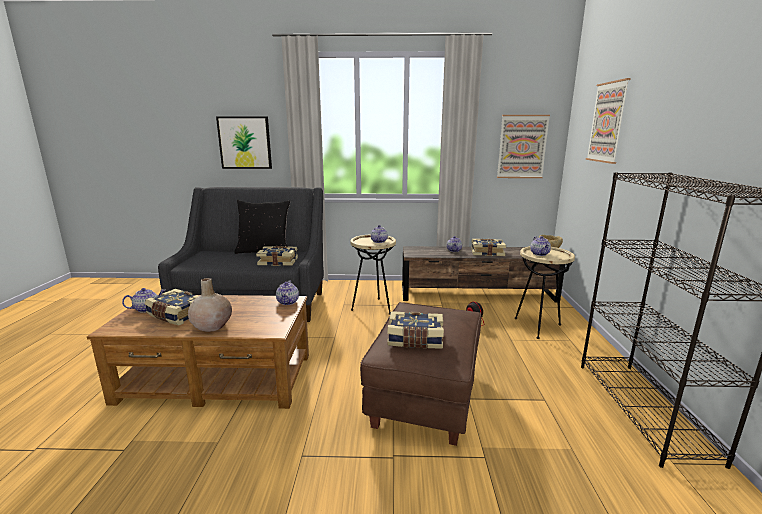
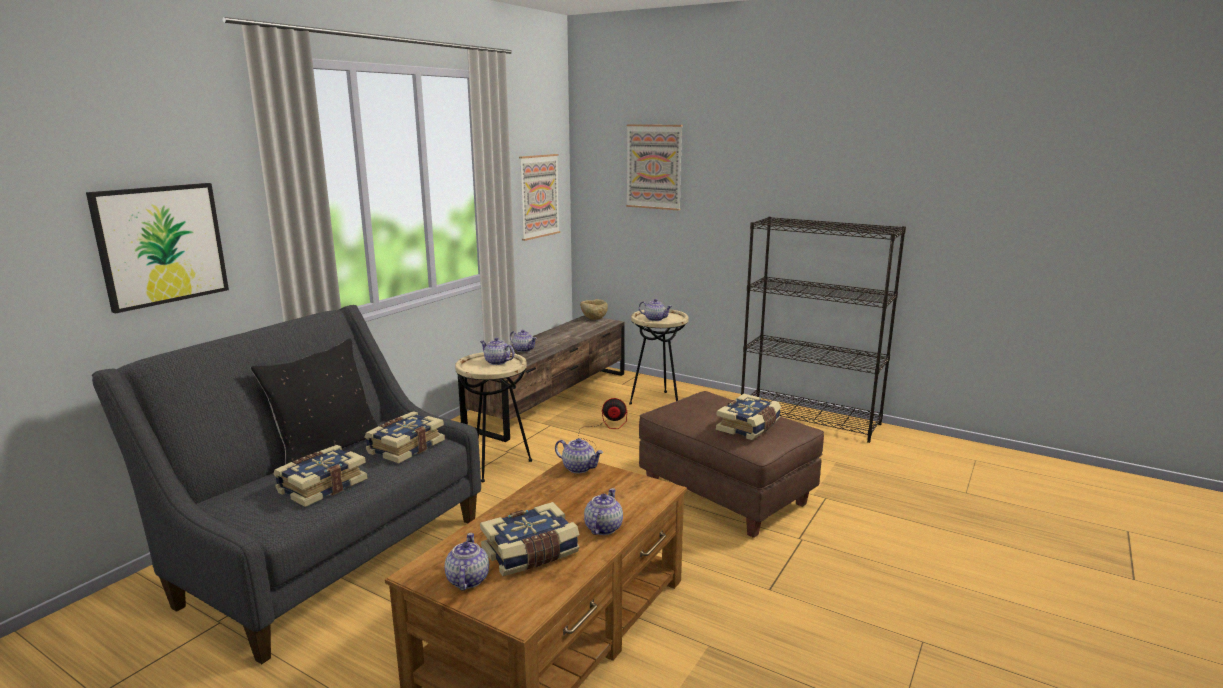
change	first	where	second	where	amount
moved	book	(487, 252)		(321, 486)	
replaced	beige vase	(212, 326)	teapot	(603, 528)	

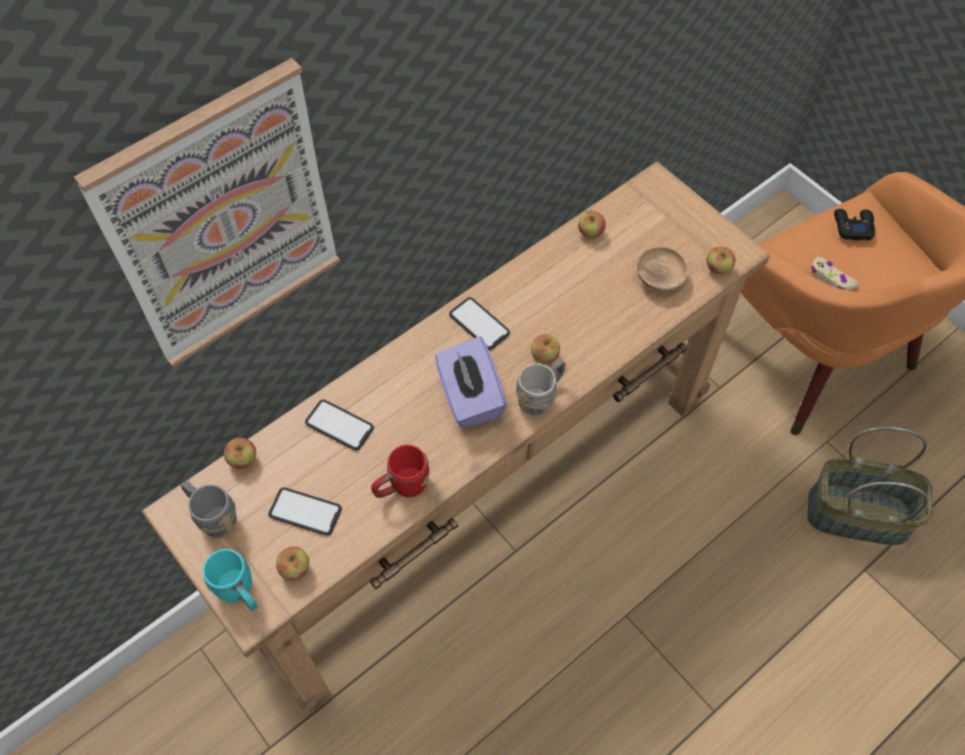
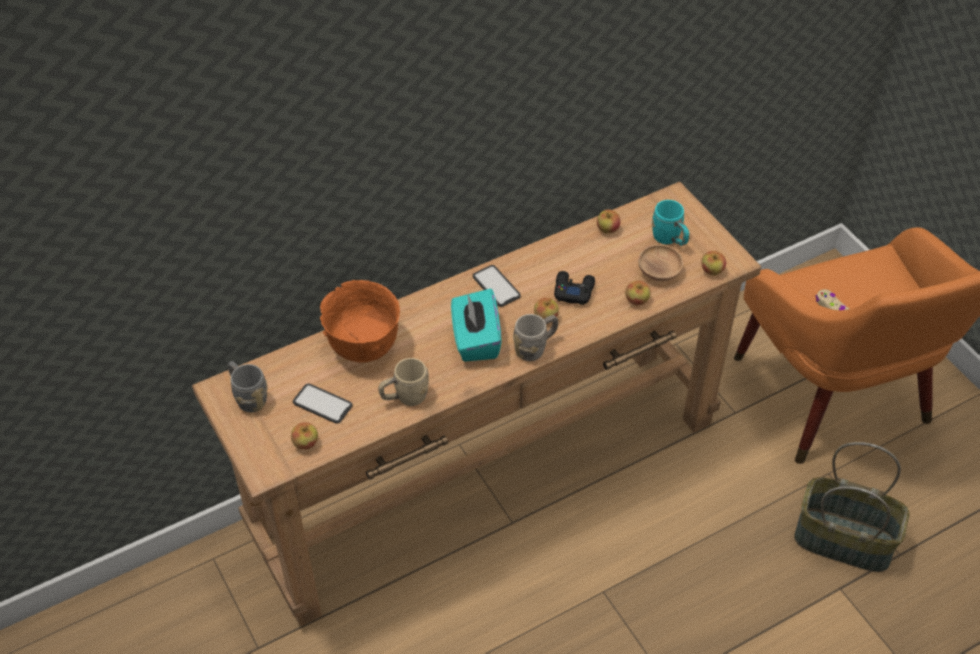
change	first	where	second	where	amount
removed	picture	(223, 221)			
moved	black game controller	(852, 226)		(573, 290)	
recoloured	purple tissue box	(469, 397)	turquoise tissue box	(475, 340)	
replaced	phone	(339, 425)	orange bowl	(363, 345)	
moved	apple	(243, 460)		(637, 300)	
recoloured	red mug	(402, 487)	beige mug	(405, 397)	
moved	turquoise mug	(240, 592)		(670, 239)	

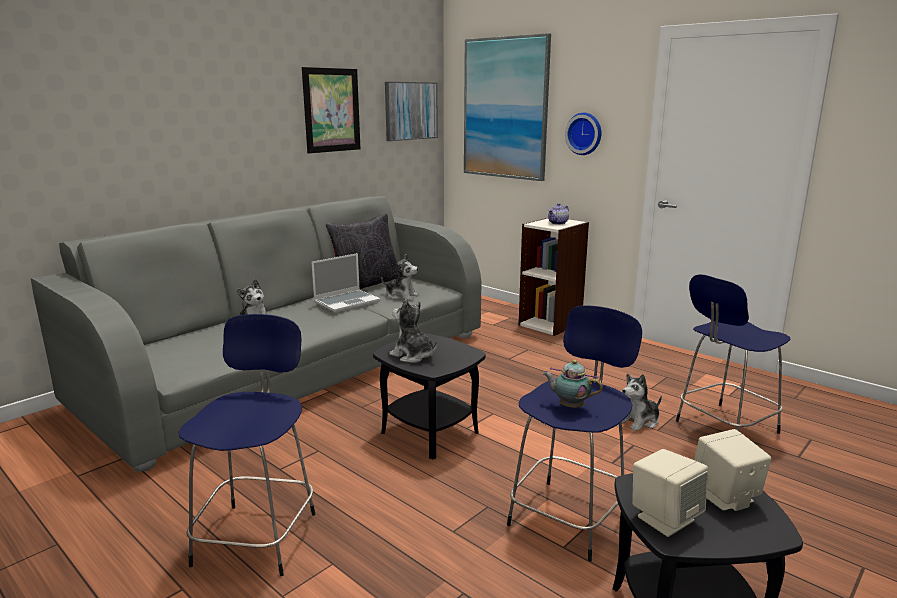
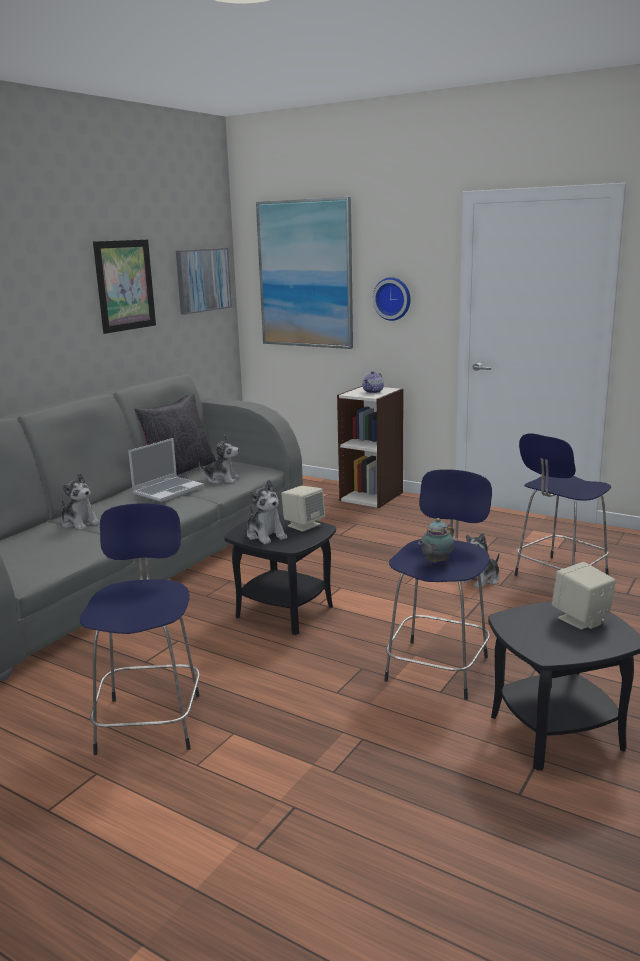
change	first	where	second	where	amount
turned	plush toy	(413, 356)		(266, 535)	150 degrees counterclockwise
turned	teapot	(569, 406)		(435, 562)	60 degrees counterclockwise
moved	beige speaker	(665, 518)		(303, 525)	

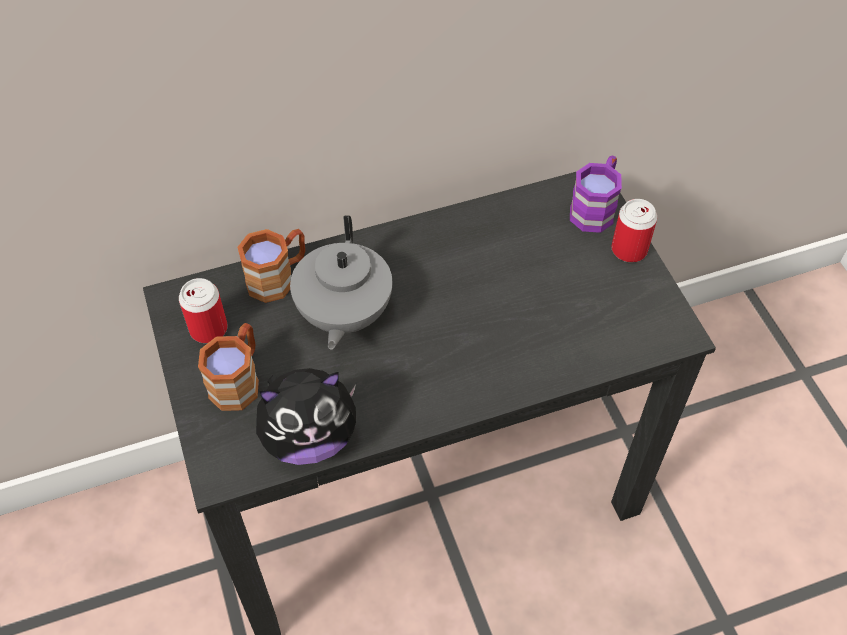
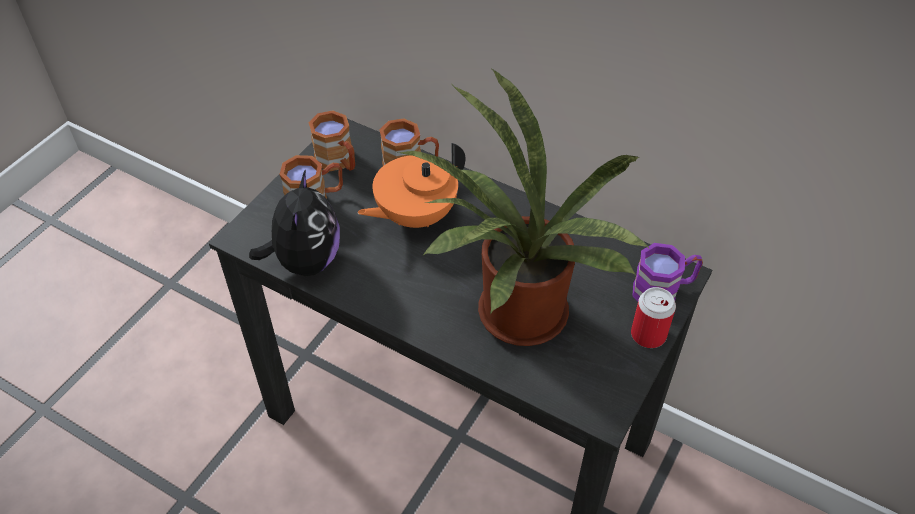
change	first	where	second	where	amount
recoloured	grey teapot	(343, 314)	orange teapot	(415, 215)	
replaced	can	(208, 329)	brown mug	(338, 162)	
turned	plush toy	(309, 438)		(305, 261)	120 degrees counterclockwise
added			potted plant	(514, 319)	

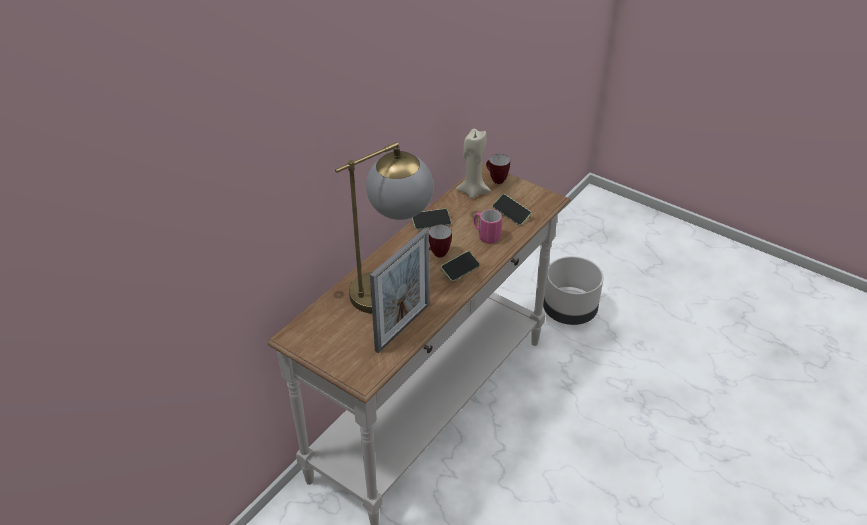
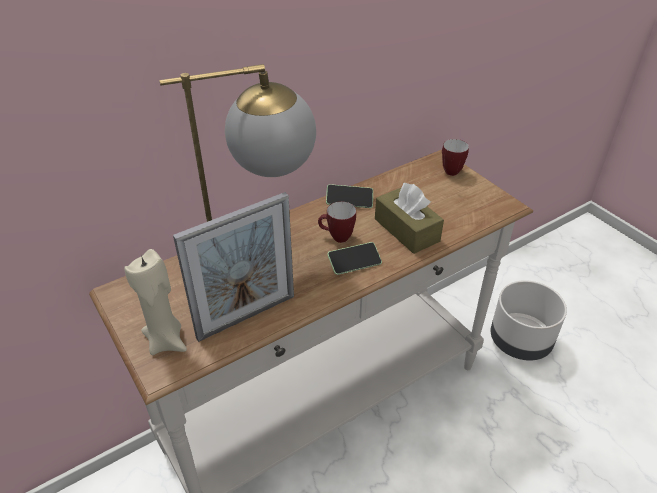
change	first	where	second	where	amount
moved	beige candle	(473, 191)		(166, 341)	
removed	phone	(511, 214)			
replaced	pink mug	(486, 236)	brown tissue box	(406, 230)	

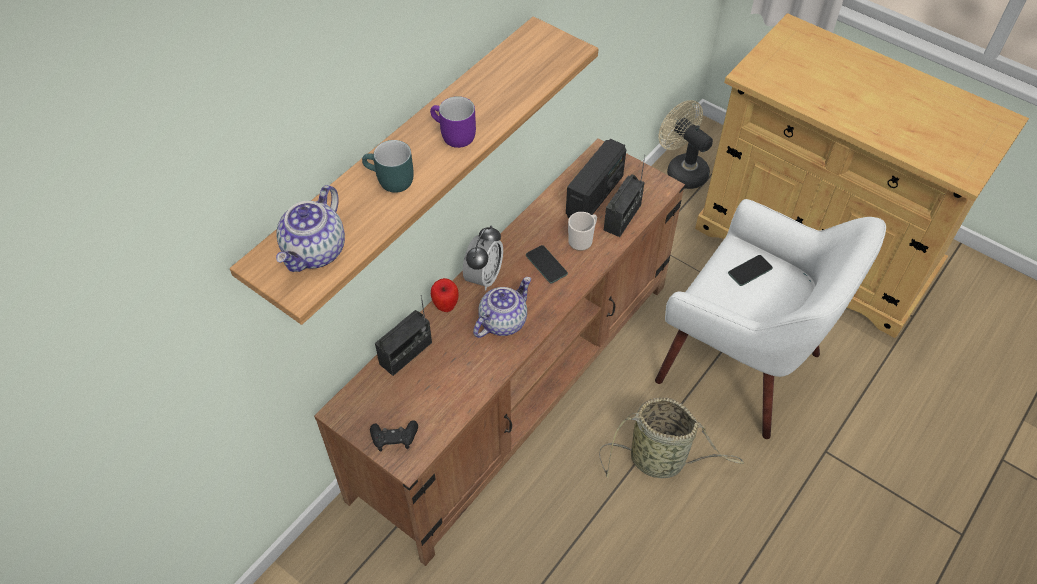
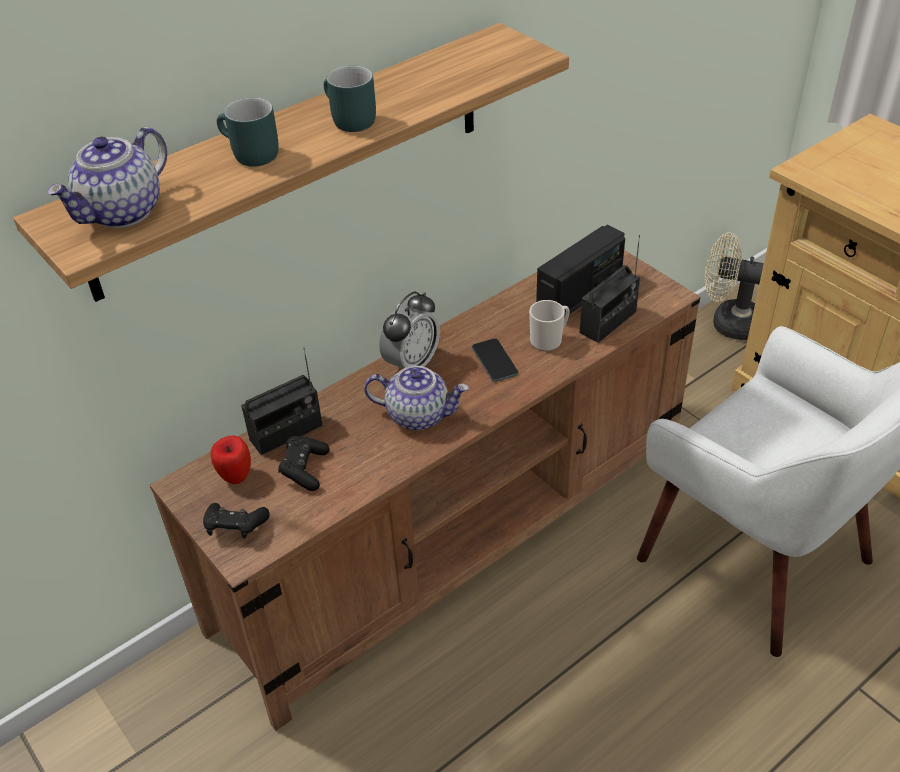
change	first	where	second	where	amount
recoloured	purple mug	(452, 136)	turquoise mug	(347, 121)	
turned	beige fan	(682, 170)		(729, 323)	45 degrees counterclockwise
removed	phone	(750, 271)			
turned	teapot	(502, 321)		(419, 415)	45 degrees clockwise
moved	apple	(445, 306)		(236, 477)	
removed	basket	(661, 460)			
added			black game controller	(304, 469)	

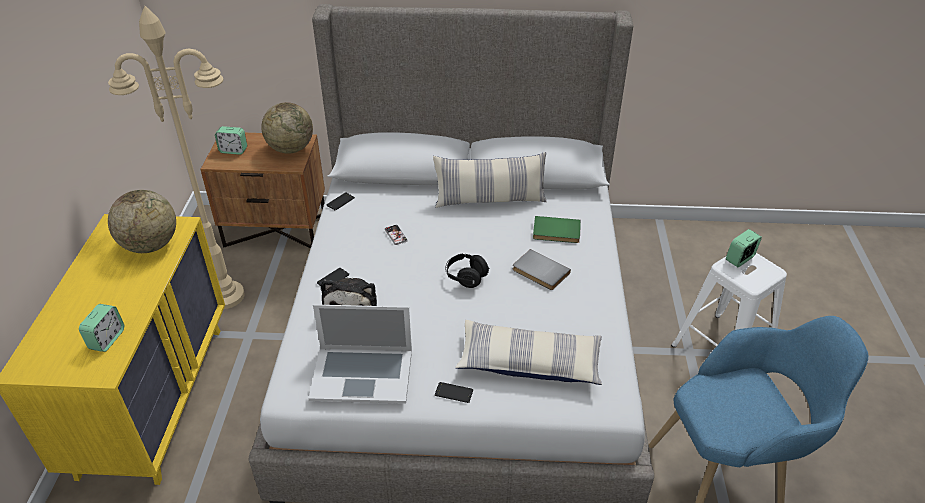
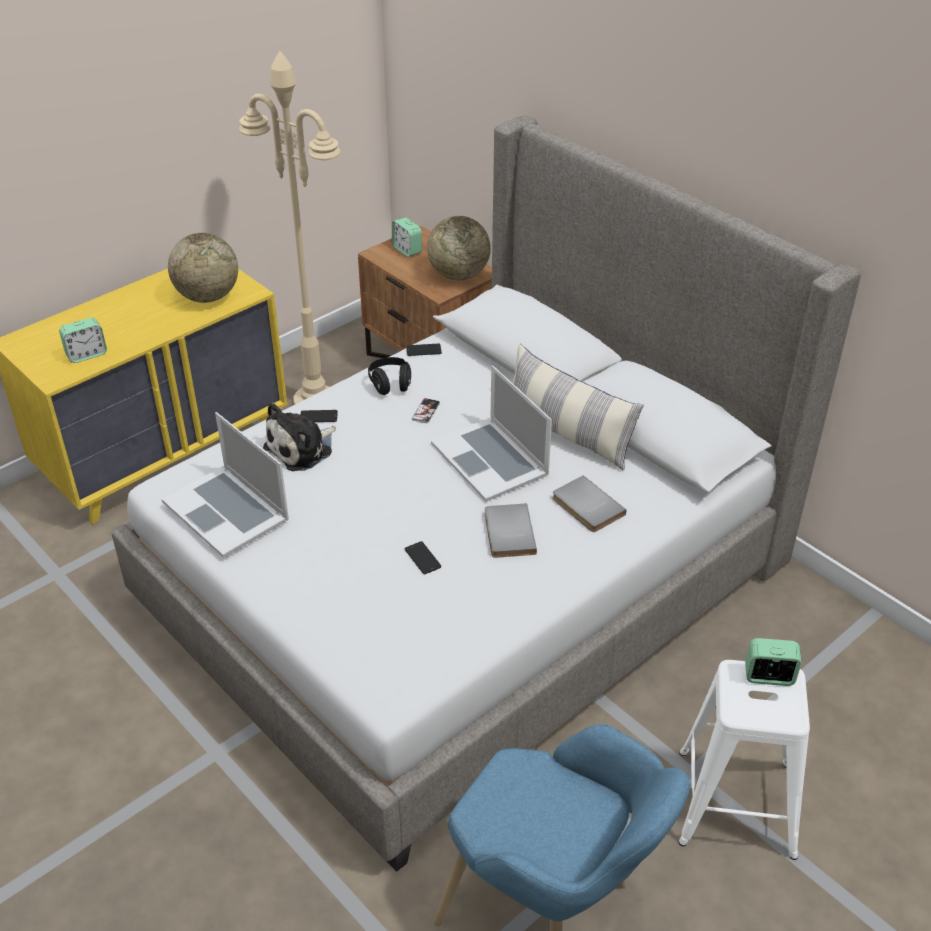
change	first	where	second	where	amount
recoloured	green book	(556, 232)	grey book	(586, 507)	
moved	black headphones	(466, 277)		(390, 384)	
removed	pillow	(529, 362)			
moved	phone	(454, 393)		(422, 558)	
added			laptop	(490, 458)	

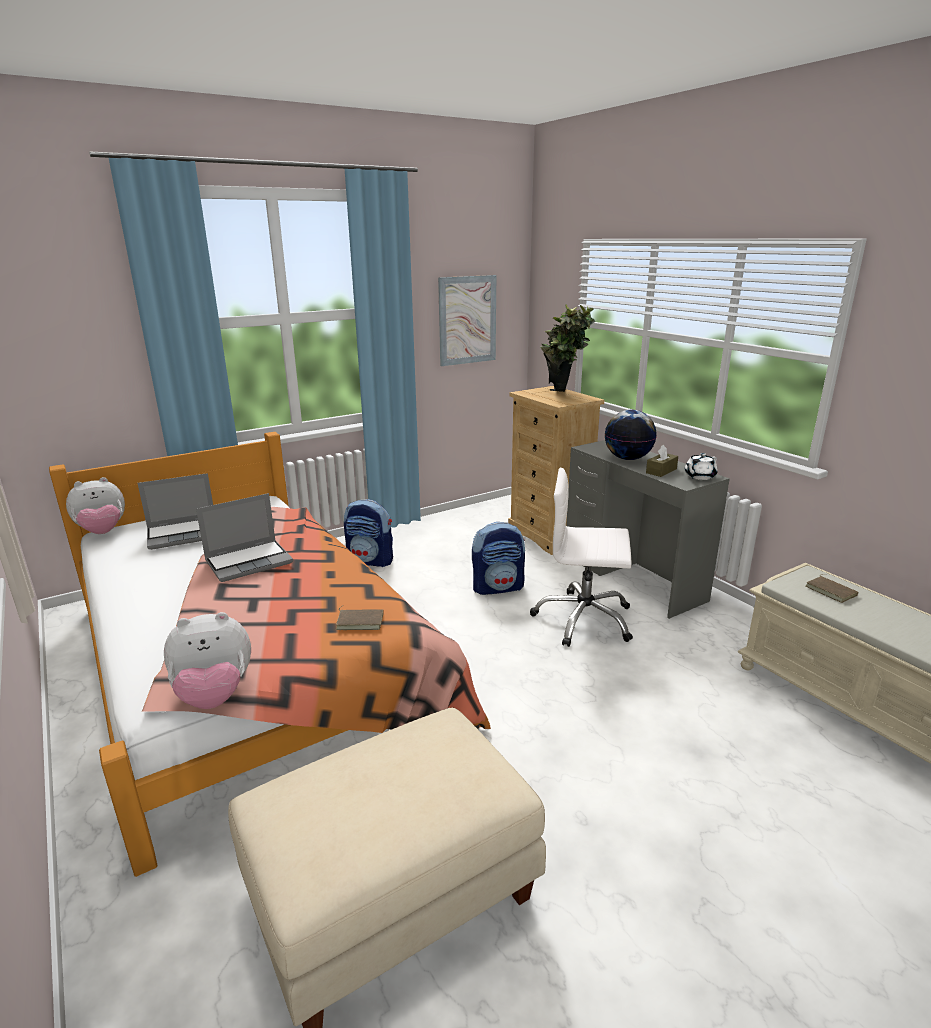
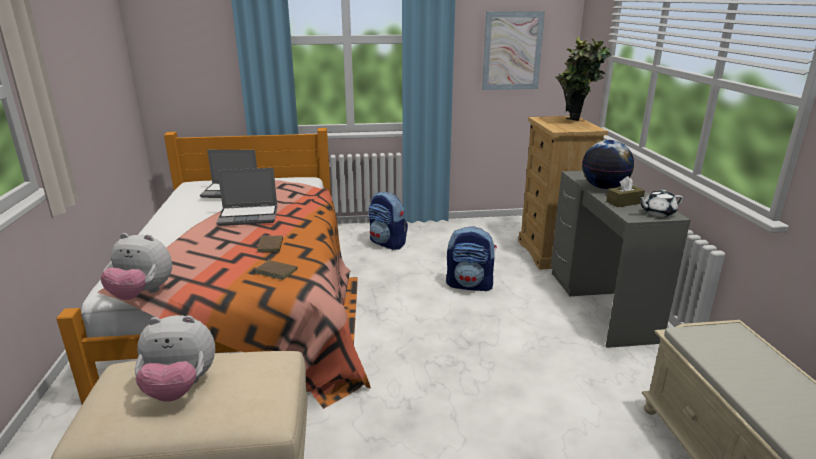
change	first	where	second	where	amount
removed	white office chair	(583, 619)			
moved	plush toy	(103, 532)		(180, 388)	
moved	brown book	(832, 591)		(272, 246)	

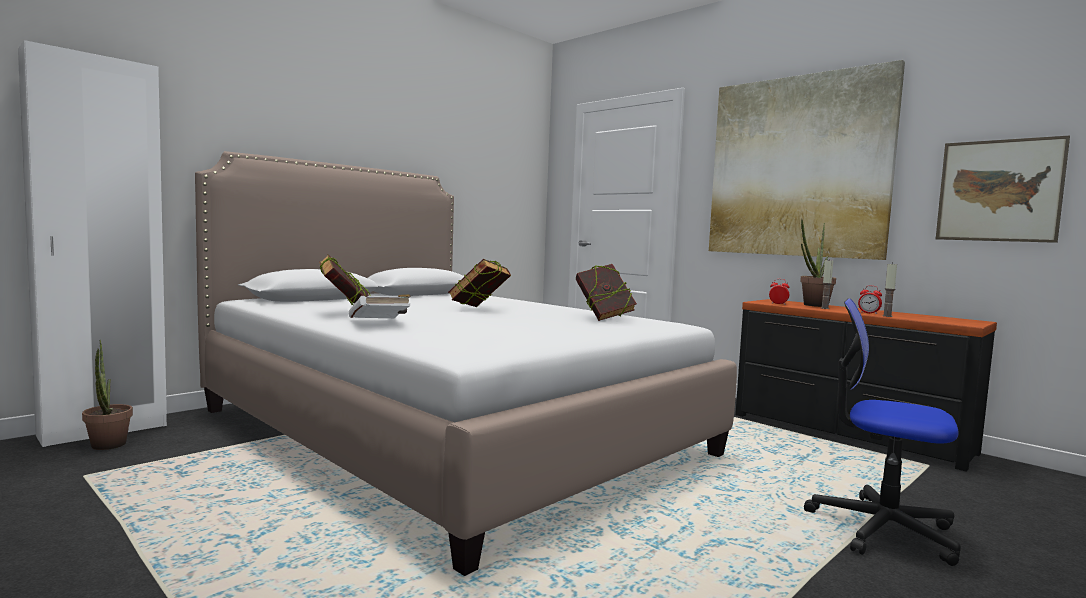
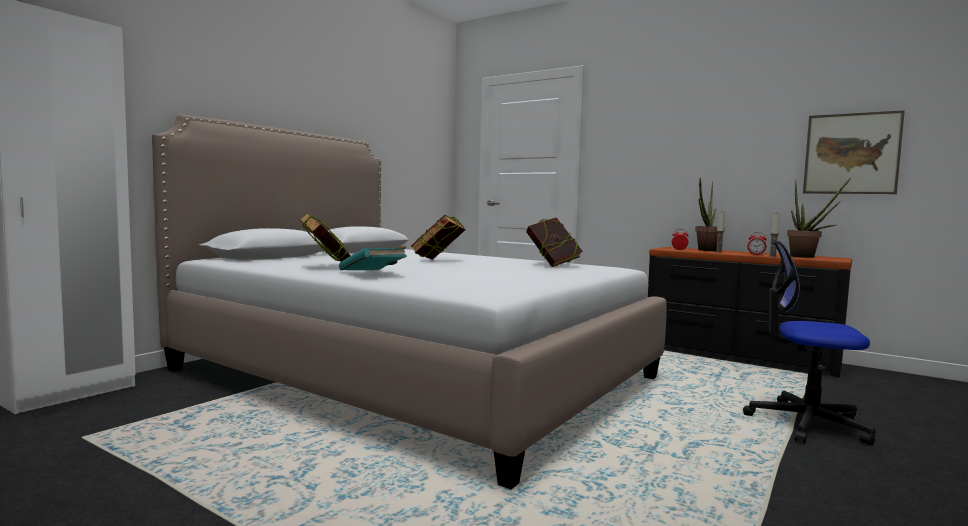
change	first	where	second	where	amount
removed	picture	(797, 167)			
recoloured	white book	(380, 323)	turquoise book	(373, 274)	
moved	potted plant	(107, 447)		(807, 257)	

